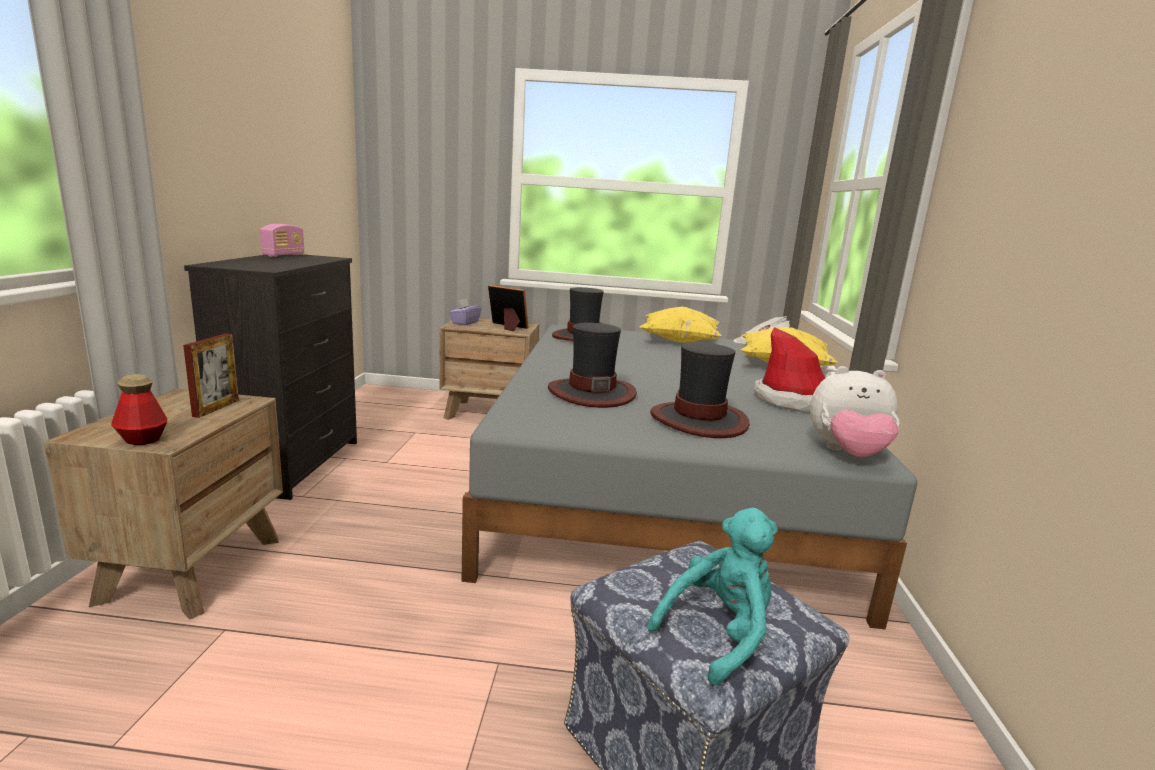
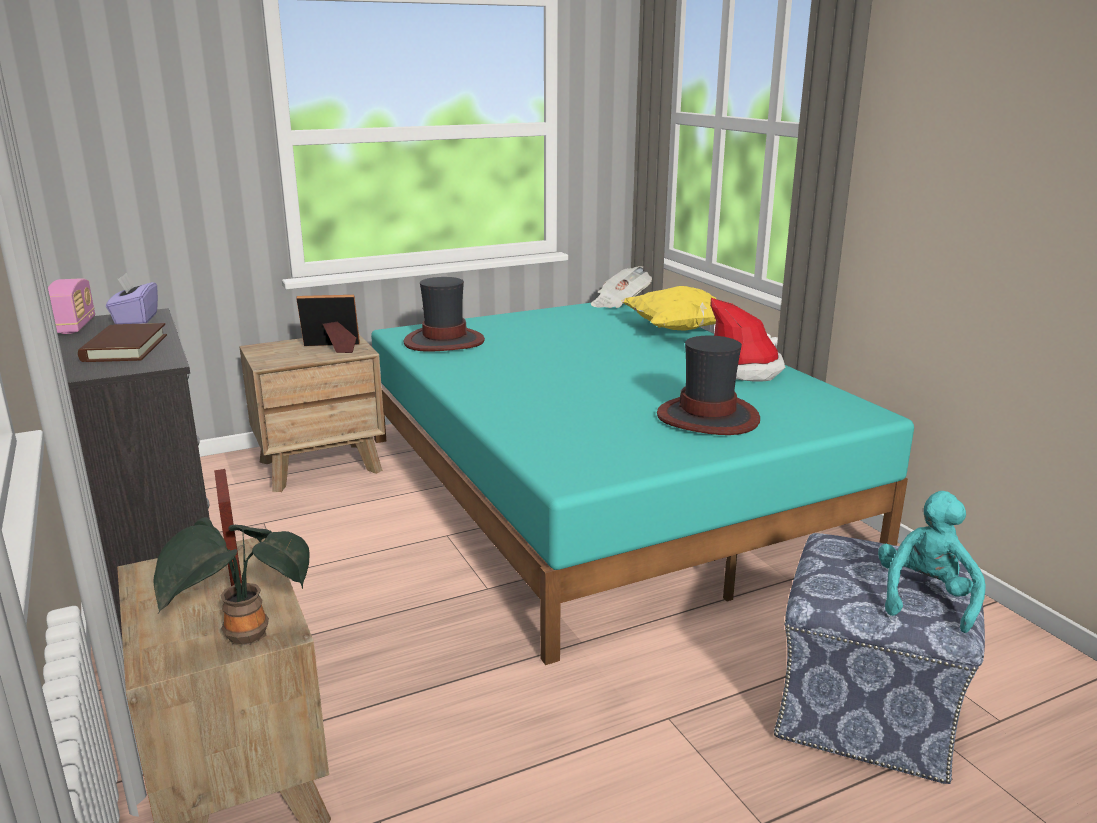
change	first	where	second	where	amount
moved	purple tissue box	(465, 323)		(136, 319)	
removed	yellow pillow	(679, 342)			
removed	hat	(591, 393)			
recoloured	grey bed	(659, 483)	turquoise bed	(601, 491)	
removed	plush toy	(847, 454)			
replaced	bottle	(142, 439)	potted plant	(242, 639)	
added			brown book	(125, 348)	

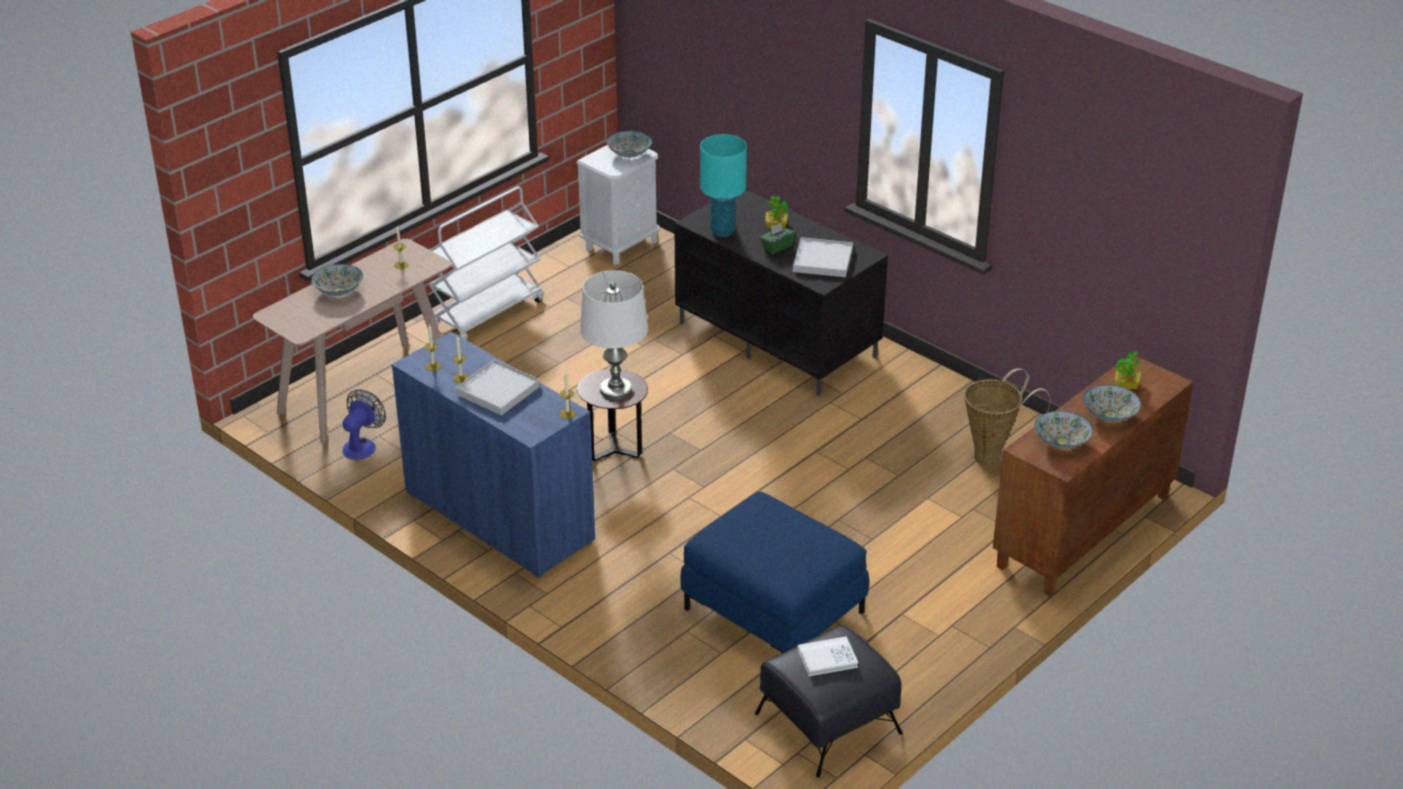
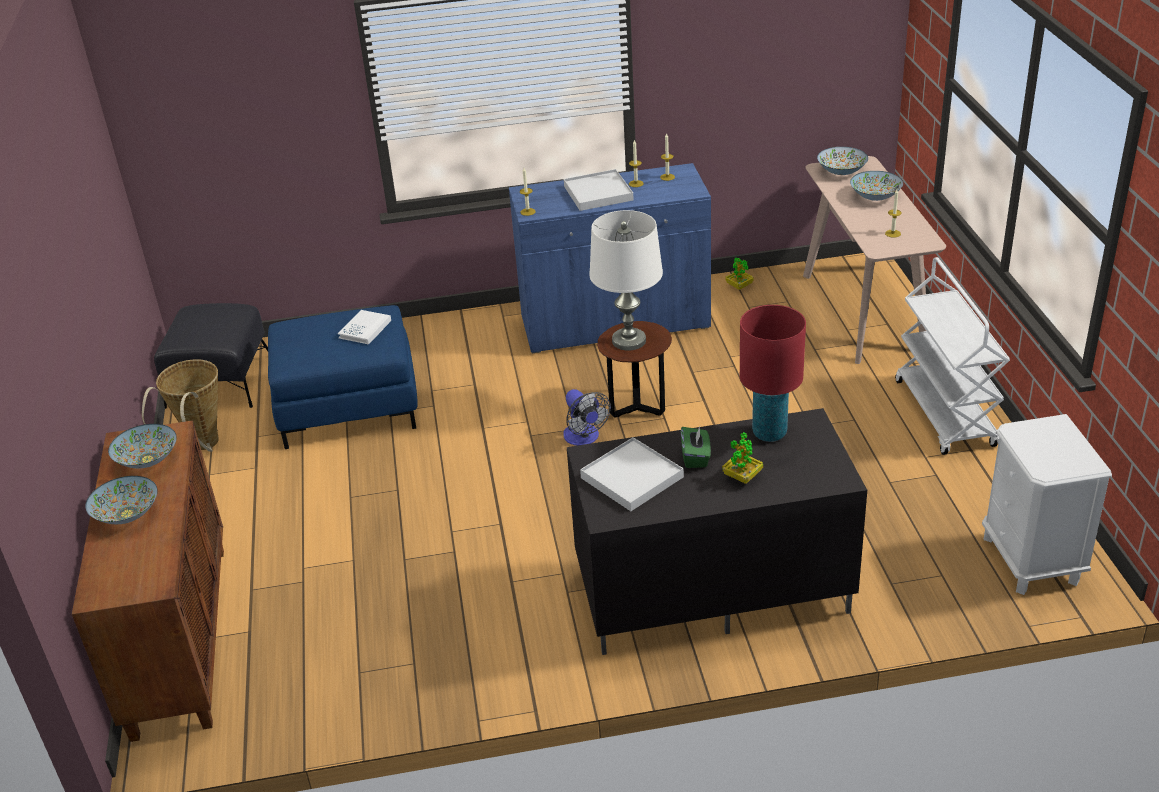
change	first	where	second	where	amount
moved	bowl	(629, 154)		(842, 171)	
recoloured	turquoise table lamp	(722, 231)	red table lamp	(769, 433)	
moved	potted plant	(1126, 385)		(739, 286)	
moved	basket	(993, 456)		(201, 447)	
moved	fan	(362, 445)		(584, 438)	
moved	white book	(827, 658)		(365, 329)	

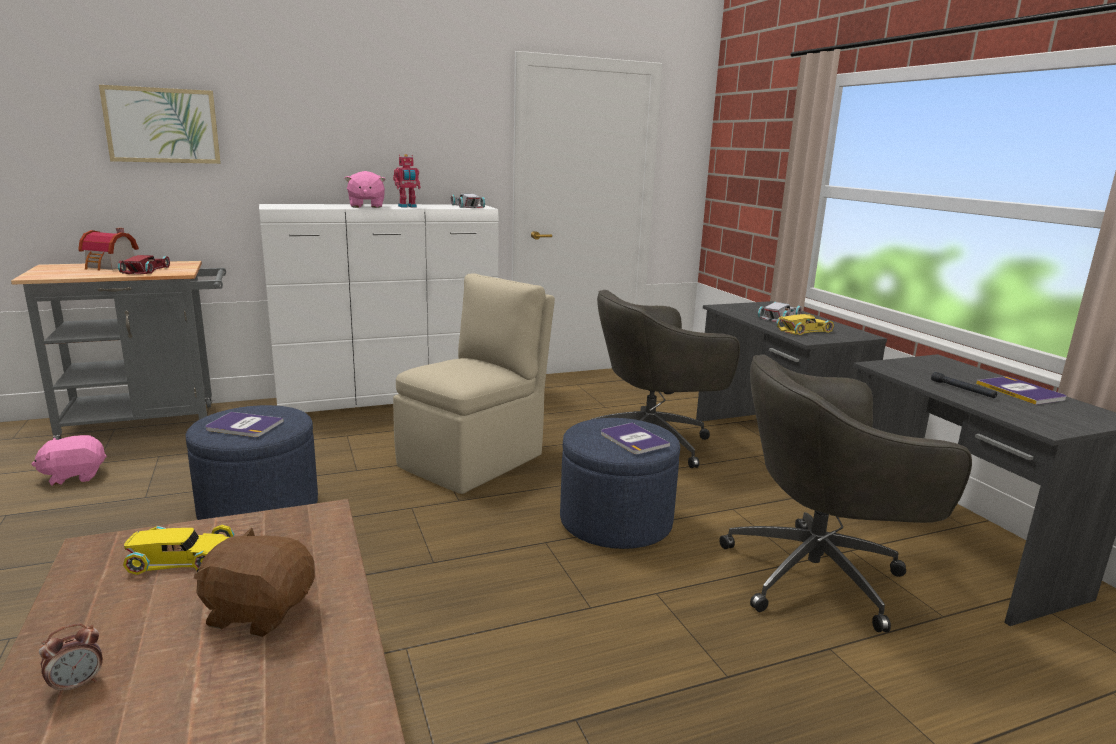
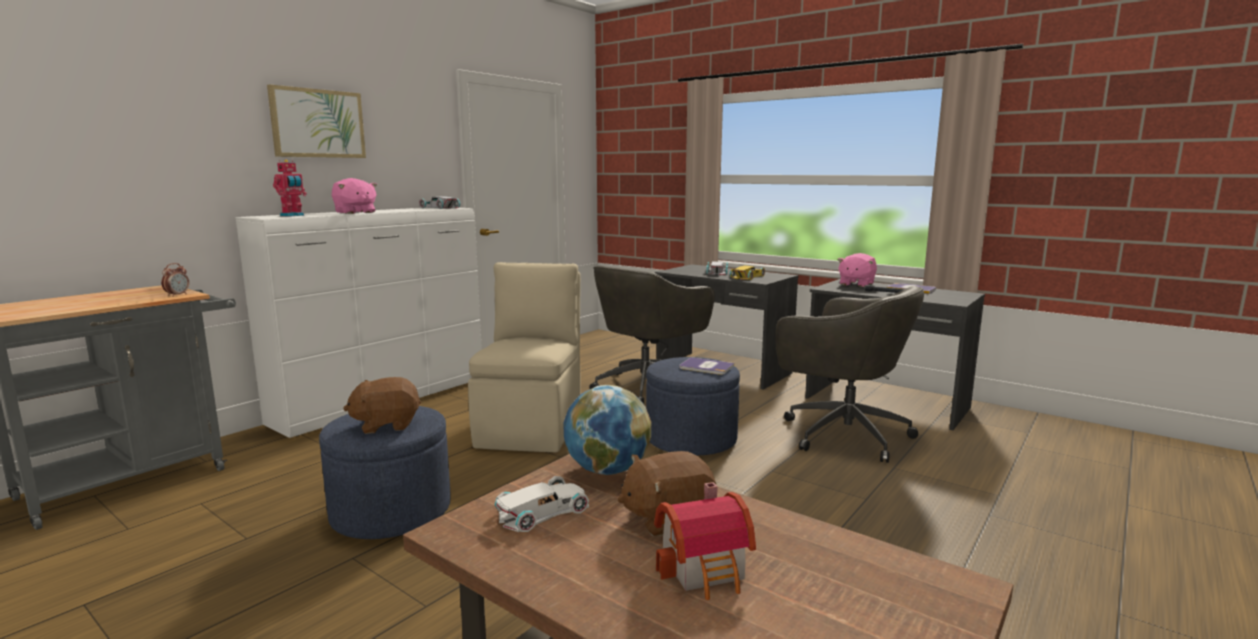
change	first	where	second	where	amount
moved	picture	(162, 125)		(318, 123)	
moved	toy robot	(407, 207)		(293, 215)	
moved	toy house	(110, 266)		(706, 569)	
removed	red toy car	(146, 270)			
turned	grey office chair	(818, 575)		(842, 434)	105 degrees counterclockwise
replaced	book	(244, 426)	brown plush toy	(386, 424)	
moved	pink plush toy	(74, 476)		(856, 284)	
recoloured	yellow toy car	(183, 559)	white toy car	(544, 512)	
moved	alarm clock	(77, 685)		(177, 295)	
added			globe	(607, 470)	

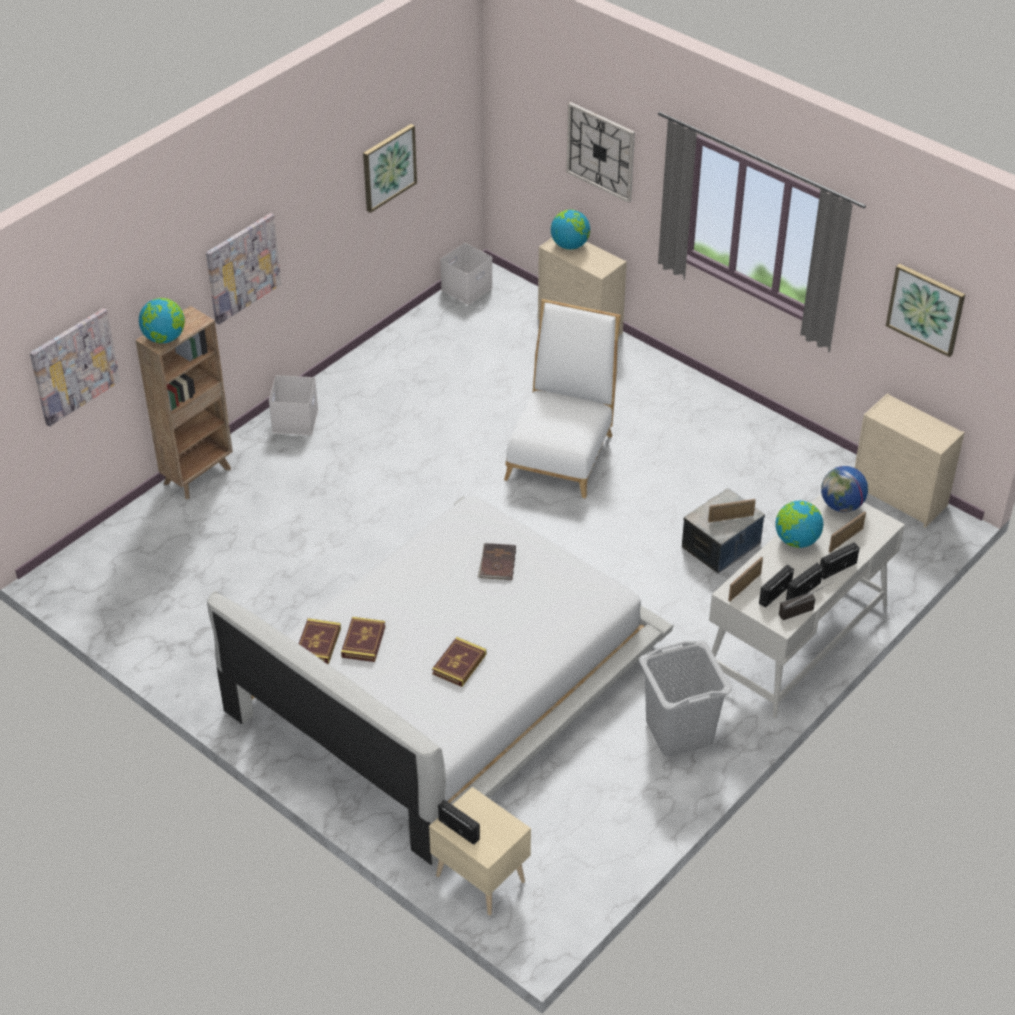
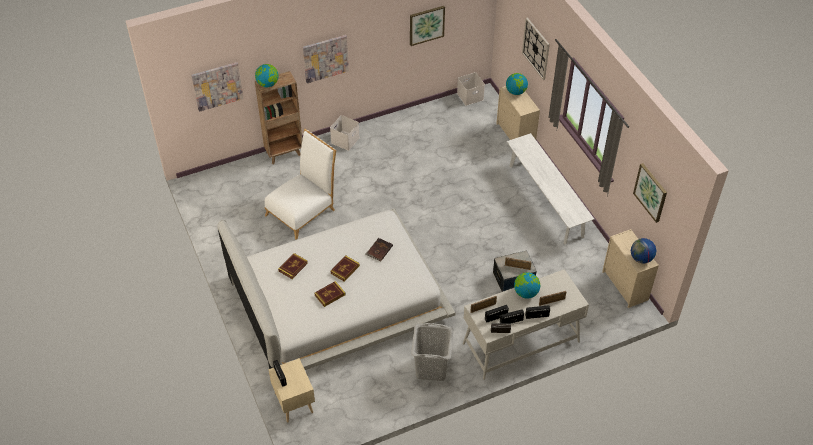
change	first	where	second	where	amount
moved	white chair	(561, 451)		(303, 210)	
moved	globe	(841, 505)		(641, 258)	
moved	book	(318, 643)		(345, 269)	
added			white bench	(545, 200)	

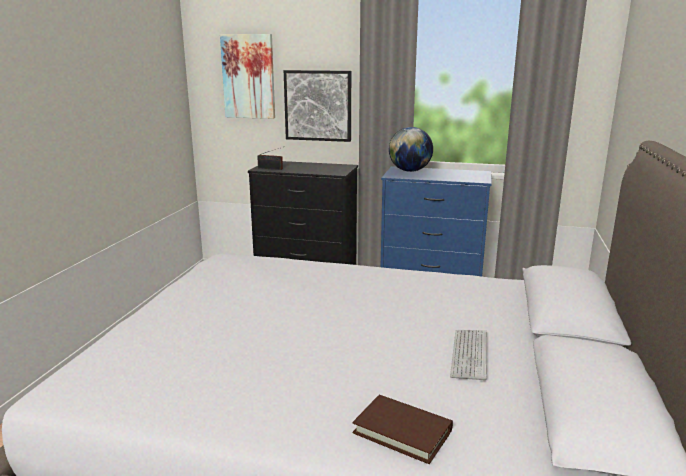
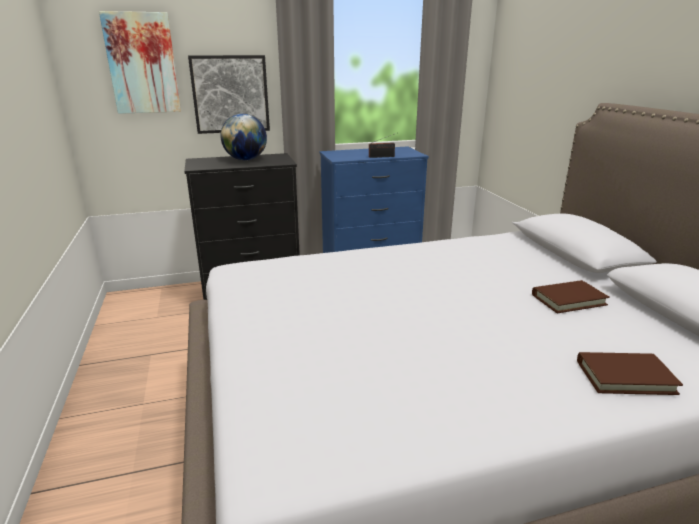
change	first	where	second	where	amount
moved	globe	(410, 171)		(245, 159)	
moved	radio	(271, 169)		(383, 156)	
replaced	keyboard	(469, 355)	brown book	(568, 299)	

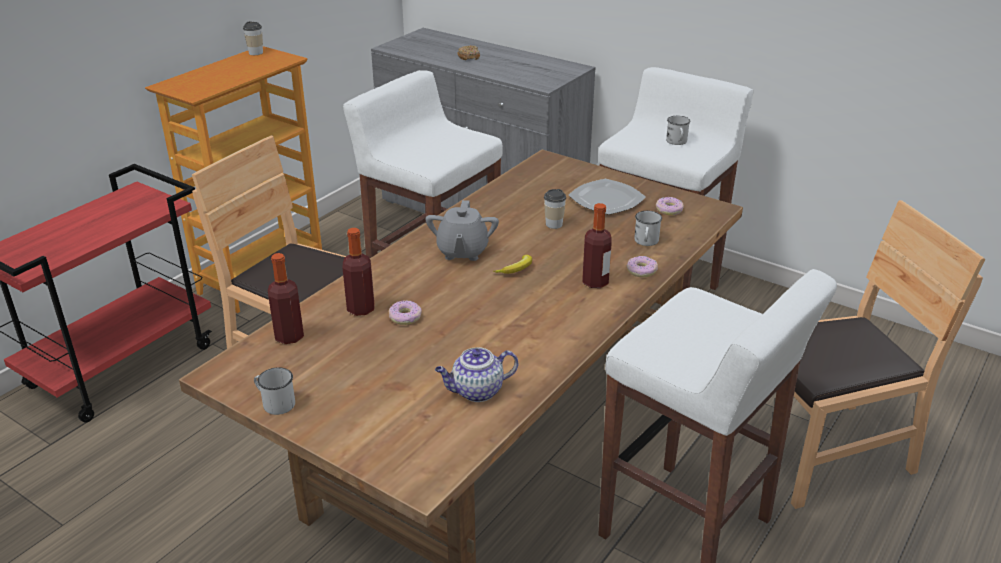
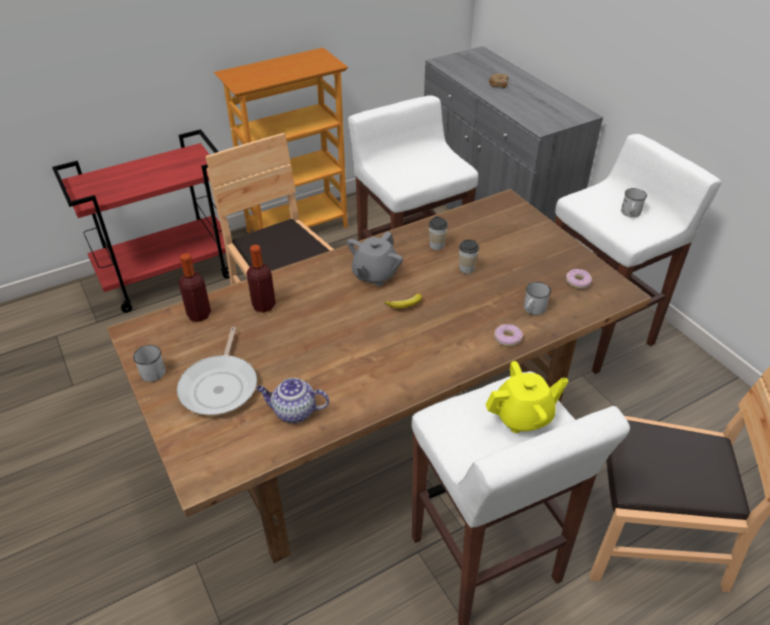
change	first	where	second	where	amount
moved	cup	(256, 53)		(436, 245)	
removed	plate	(605, 199)			
removed	bottle	(595, 282)			
removed	donut	(405, 317)			
added			frying pan	(220, 386)	
added			yellow teapot	(523, 416)	

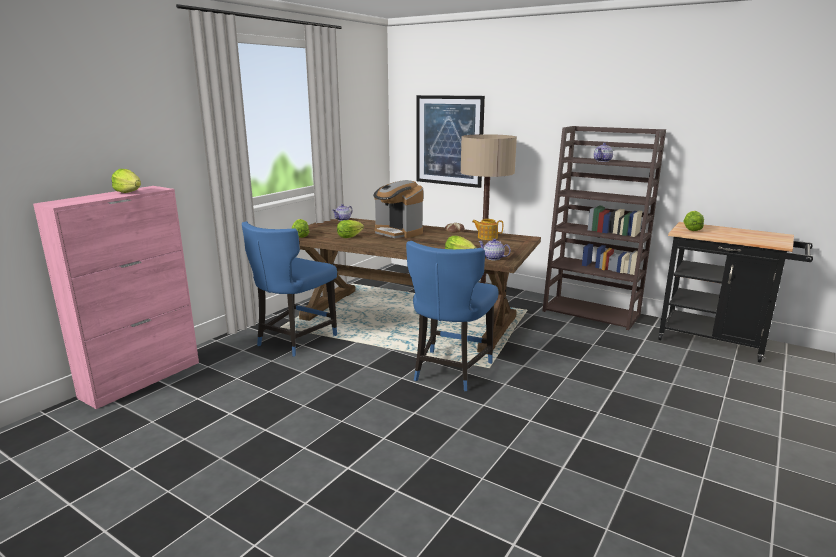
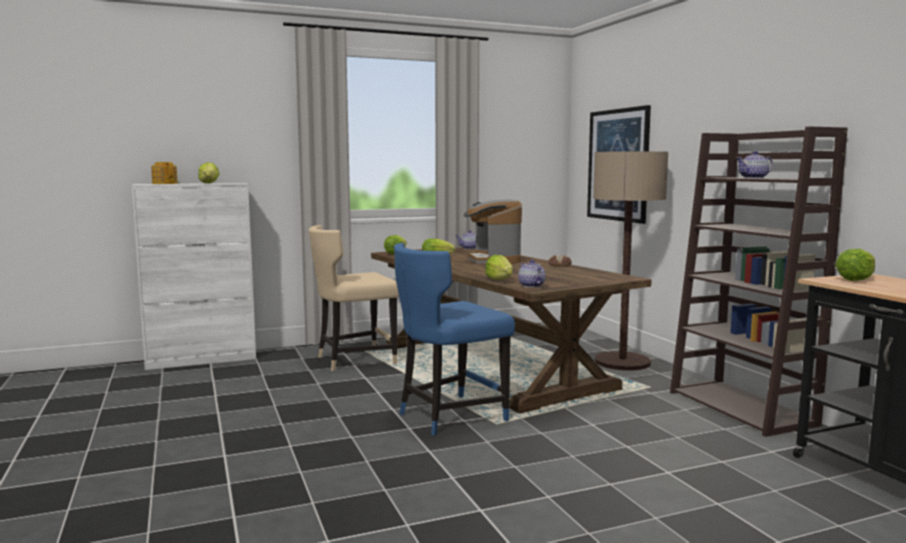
change	first	where	second	where	amount
recoloured	pink cabinet	(142, 379)	white cabinet	(202, 360)	
moved	teapot	(487, 237)		(165, 183)	
recoloured	blue chair	(294, 340)	beige chair	(354, 360)	

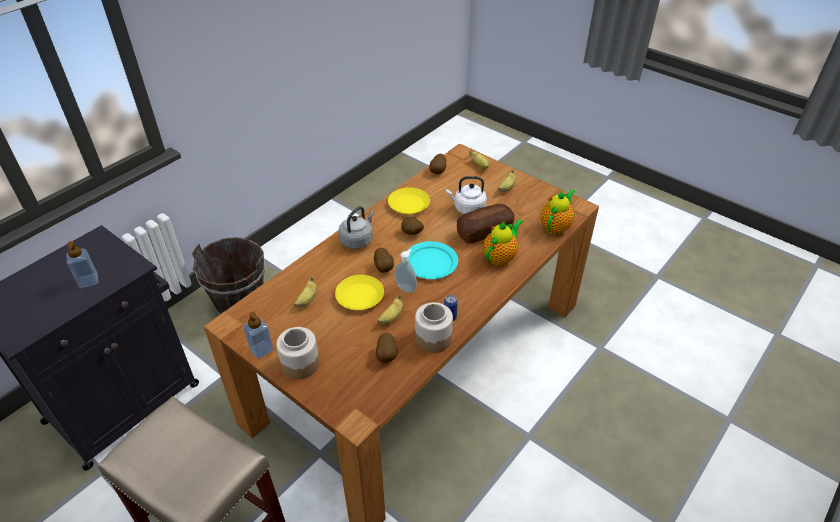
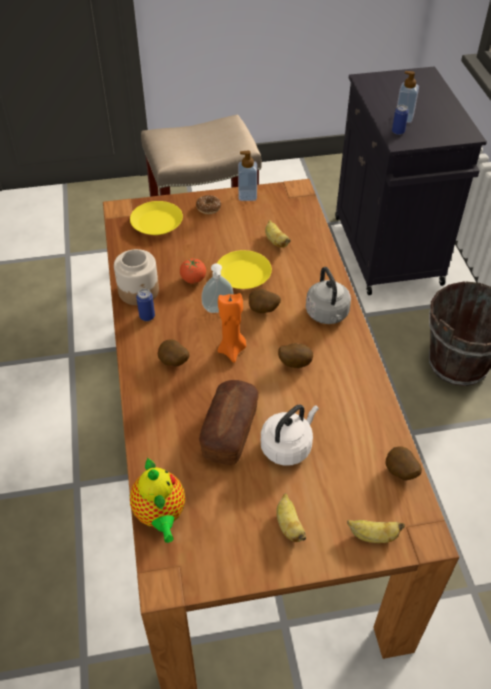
change	first	where	second	where	amount
moved	yellow plate	(408, 205)		(156, 222)	
removed	teapot	(500, 257)			
replaced	turquoise plate	(431, 262)	orange candle	(232, 350)	
replaced	banana	(391, 318)	tomato	(193, 279)	
replaced	jar	(300, 363)	donut	(208, 208)	
moved	potato	(387, 356)		(173, 363)	
added			can	(398, 131)	

